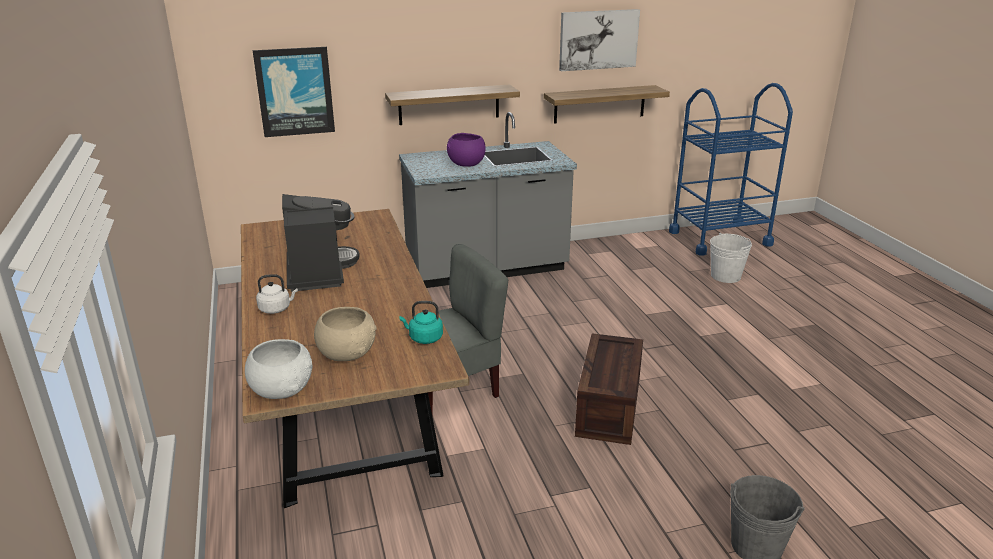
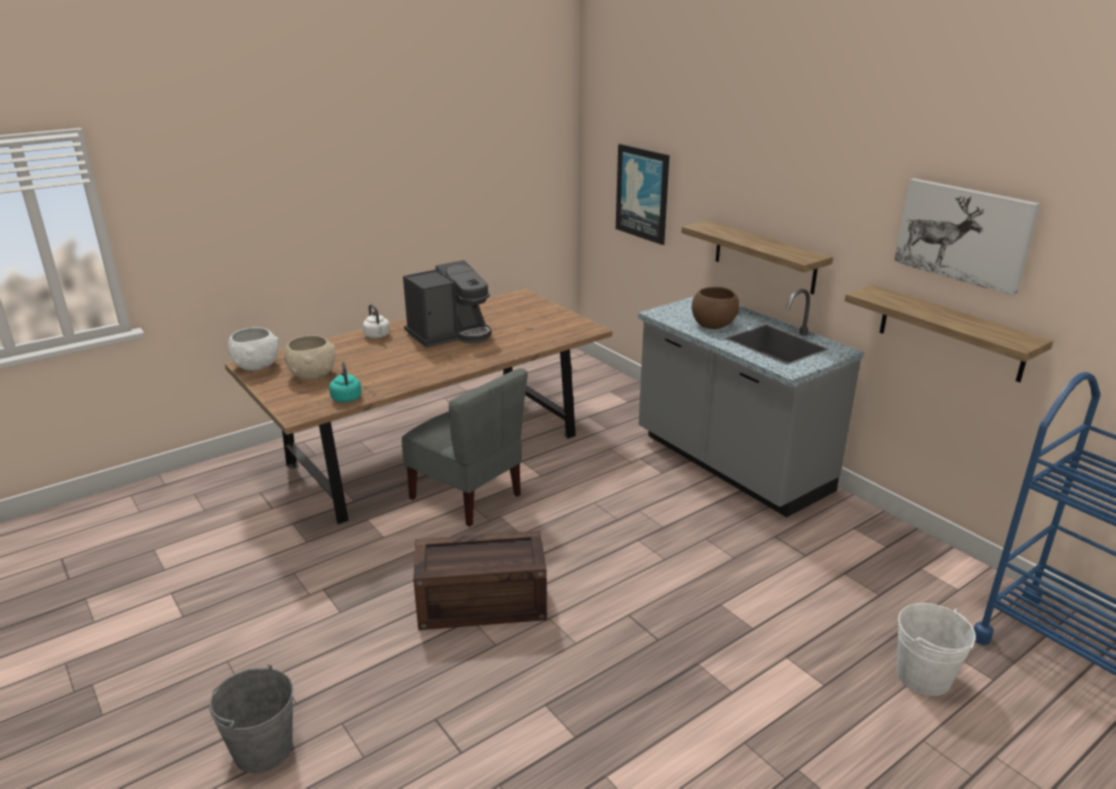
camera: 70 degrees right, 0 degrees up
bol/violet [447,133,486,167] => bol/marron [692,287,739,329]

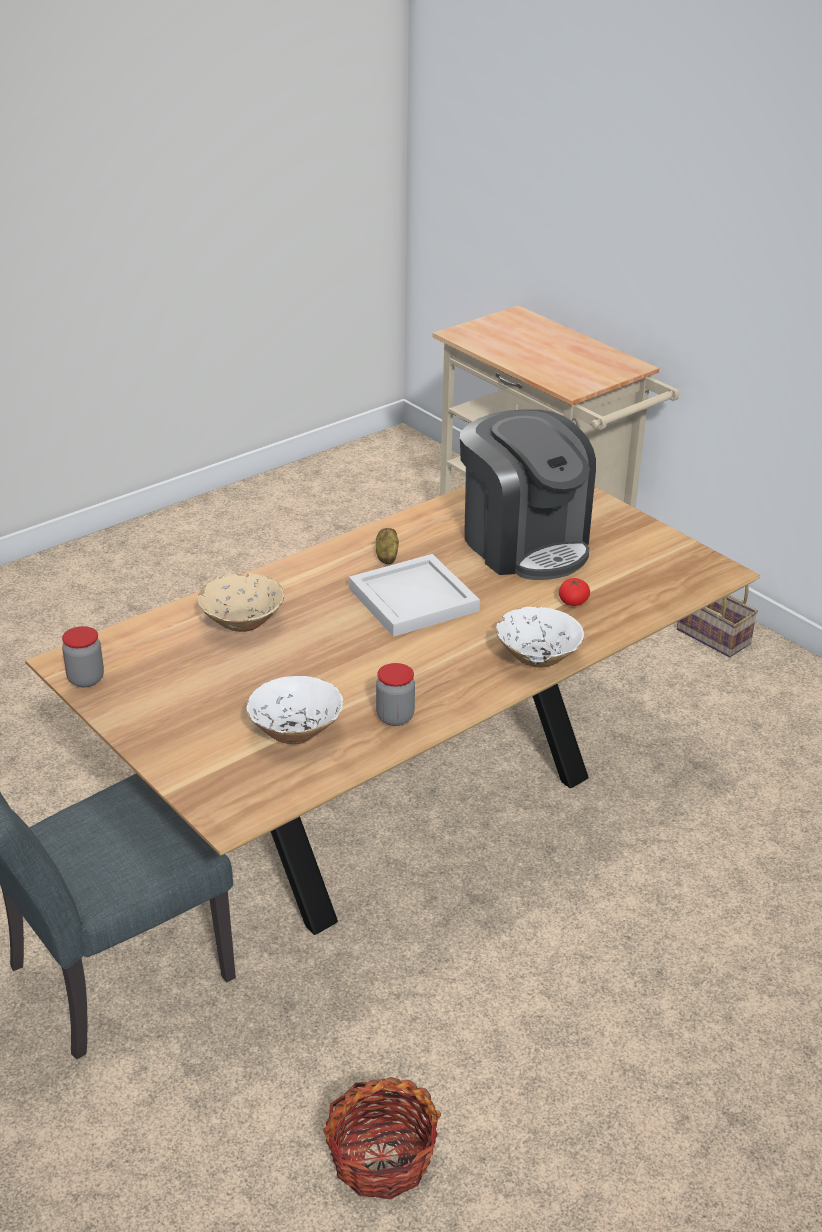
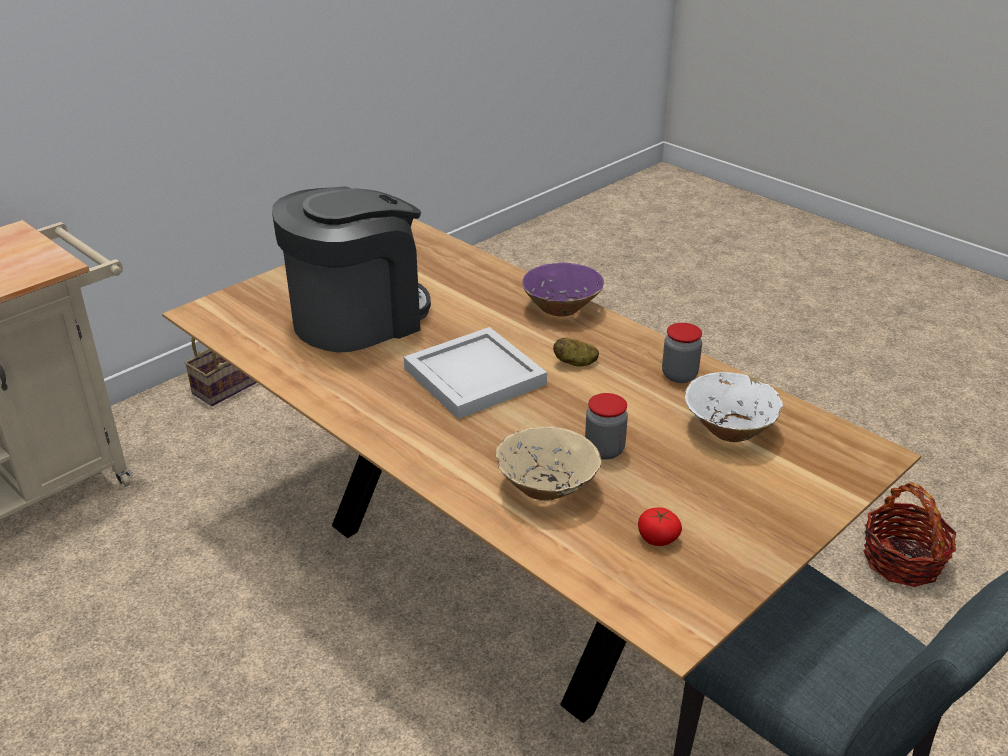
camera: 95 degrees left, 0 degrees up
bocal [62,626,104,687] => bocal [585,393,628,460], moved
pomme de terre [376,528,399,564] => pomme de terre [553,338,599,367], moved
tomate [559,578,590,606] => tomate [638,508,682,546], moved
bol/blanc [496,607,584,668] => bol/violet [522,263,604,317]

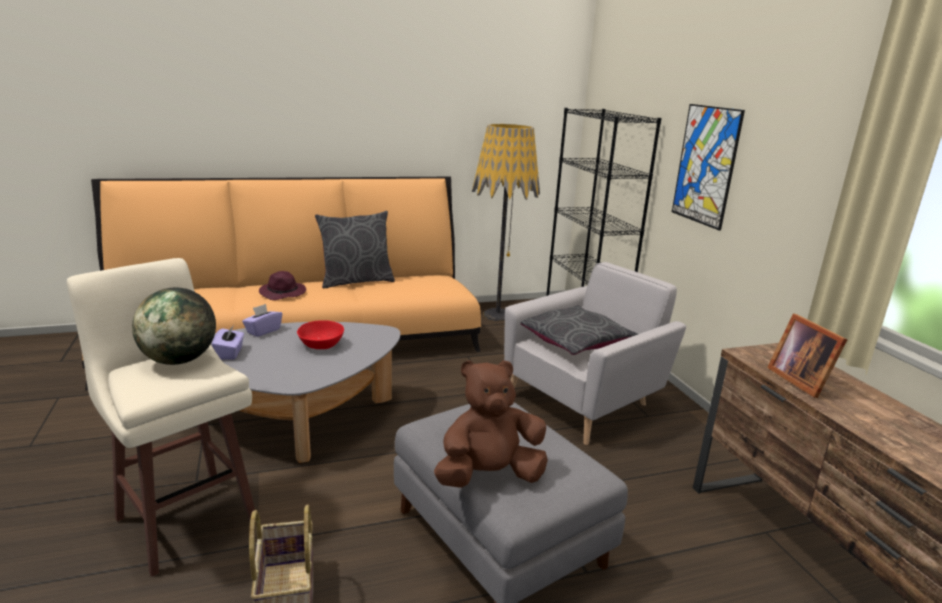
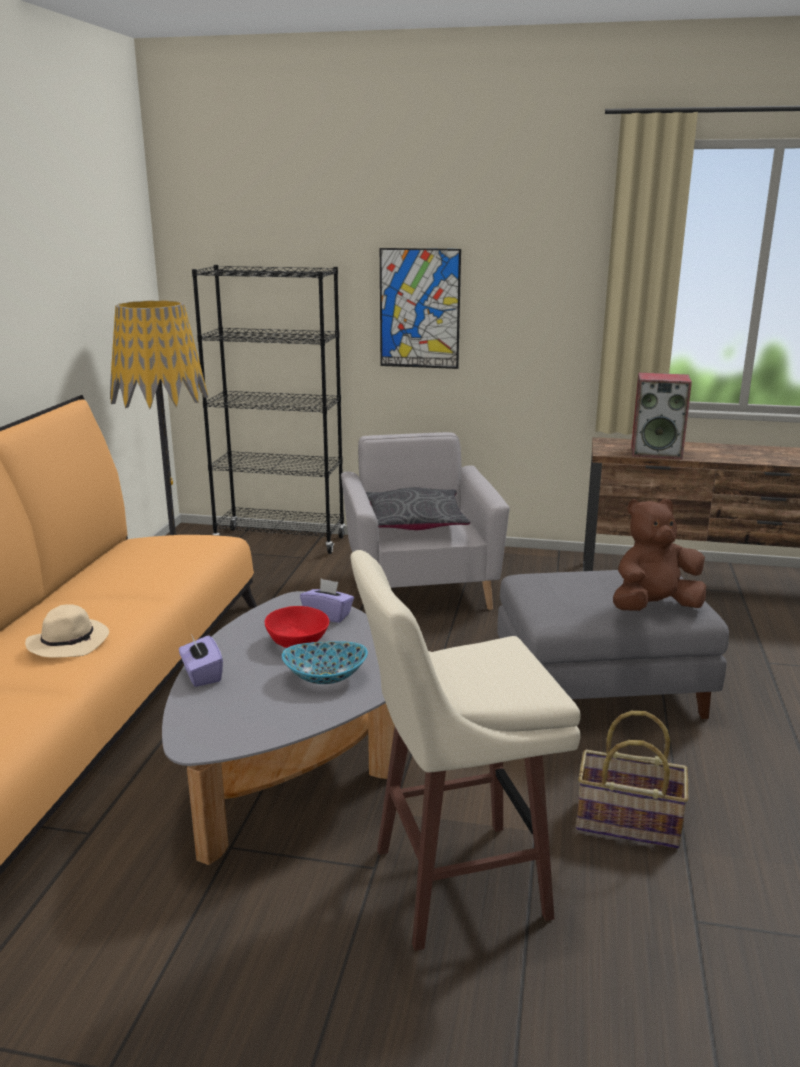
camera: 60 degrees left, 0 degrees up
globe [132,288,216,365] => nothing
coussin/gris [315,211,395,288] => nothing
nothing => bol [282,641,368,684]
boîte à mouchoirs/violet [212,325,244,360] => boîte à mouchoirs/violet [300,579,354,623], moved
cadre photo [767,313,848,398] => enceinte [631,373,692,459]
chapeau/violet [259,271,306,300] => chapeau/beige [25,604,109,657]
peluche/marron [434,360,548,488] => peluche/marron [613,499,706,611], 60 degrees clockwise

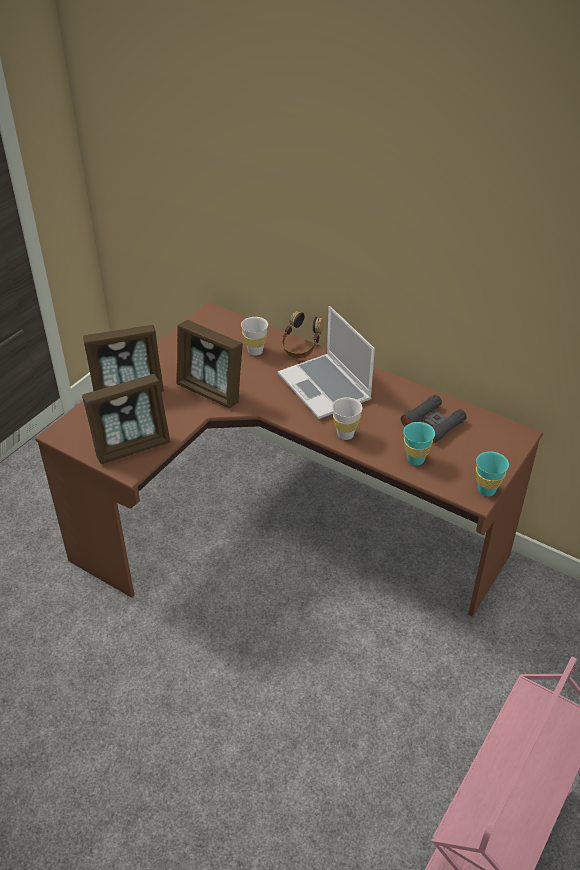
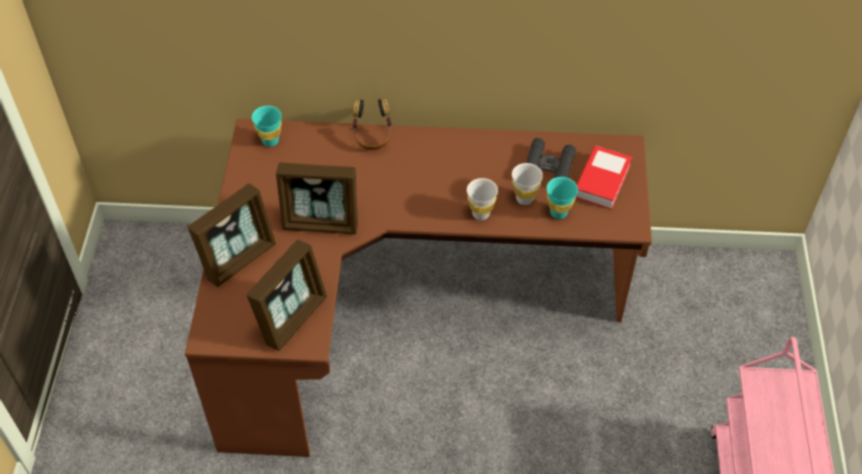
camera: 30 degrees left, 10 degrees up
ordinateur portable [278,306,375,419] => nothing
nothing => livre [576,146,632,209]
tasse/blanc [241,317,268,356] => tasse/blanc [512,163,543,205], moved
tasse/turquoise [476,451,509,496] => tasse/turquoise [252,106,282,147], moved

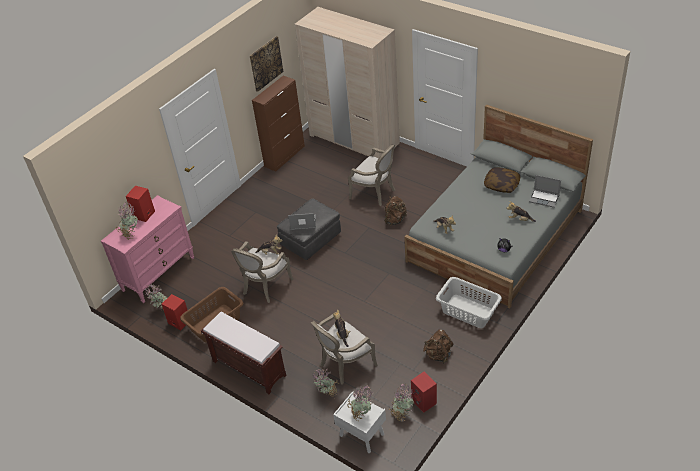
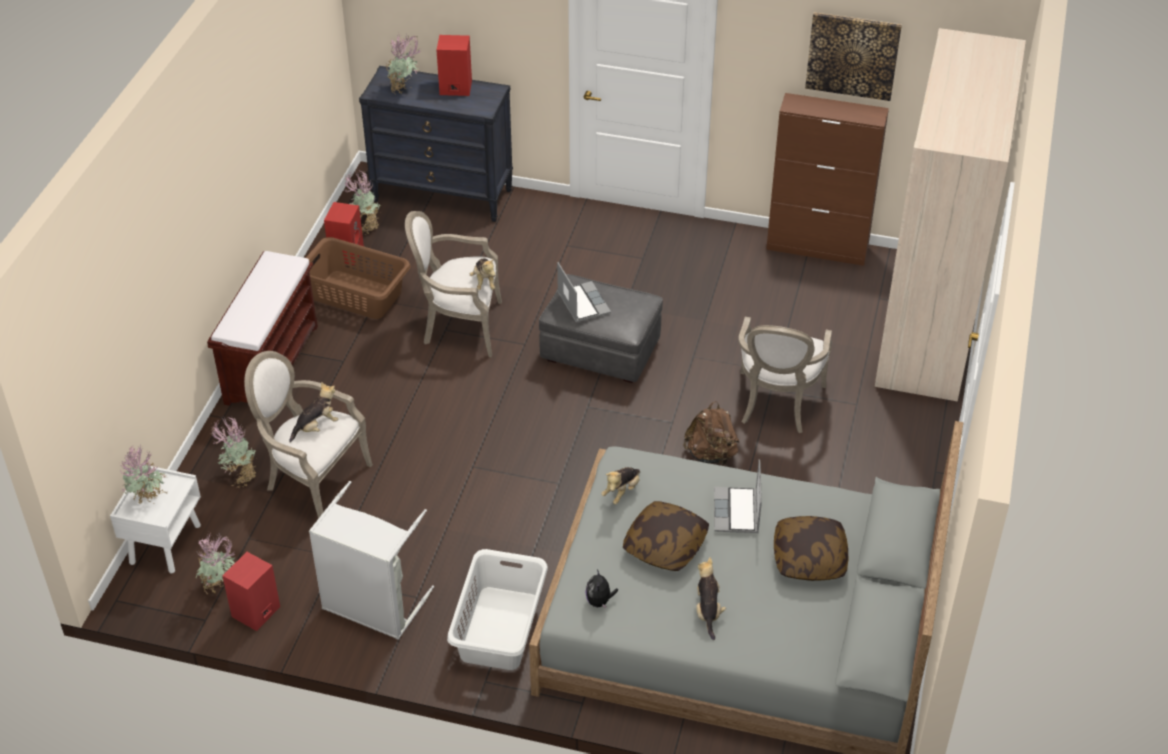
camera: 65 degrees right, 0 degrees up
nothing => coussin [623,501,709,571]
ordinateur portable [529,175,561,208] => ordinateur portable [714,459,762,533], moved
sac à dos/marron [423,329,454,363] => panier à linge/gris [309,481,434,640]
commode/rose [101,195,194,303] => commode/noir [359,66,513,222]

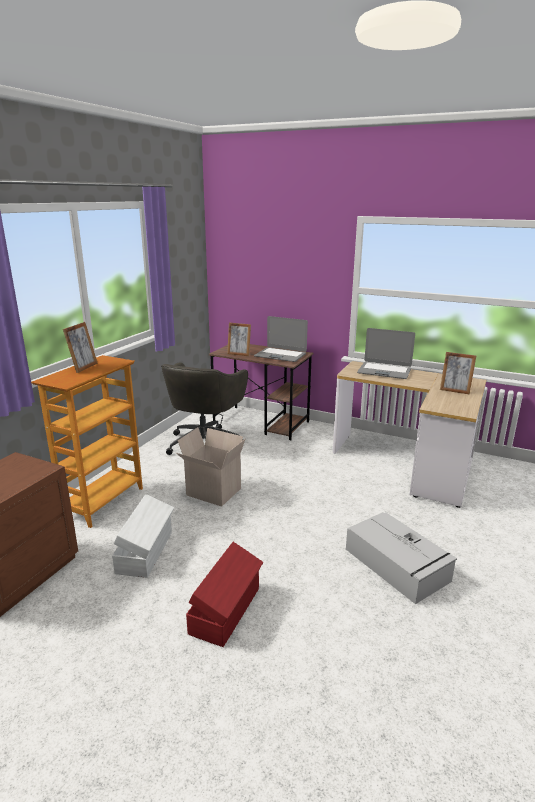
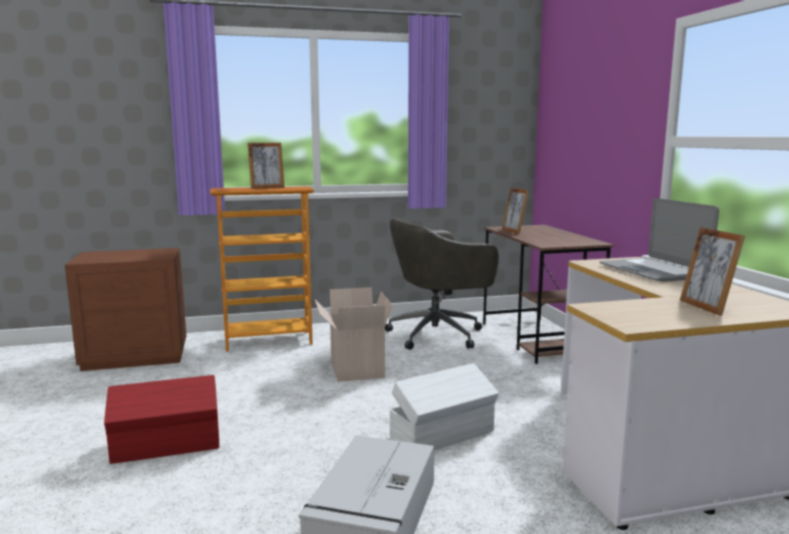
camera: 50 degrees right, 10 degrees down
ordinateur portable [254,316,308,362] => nothing
boîte de rangement/blanc [112,494,174,578] => boîte de rangement/blanc [389,363,499,450], moved

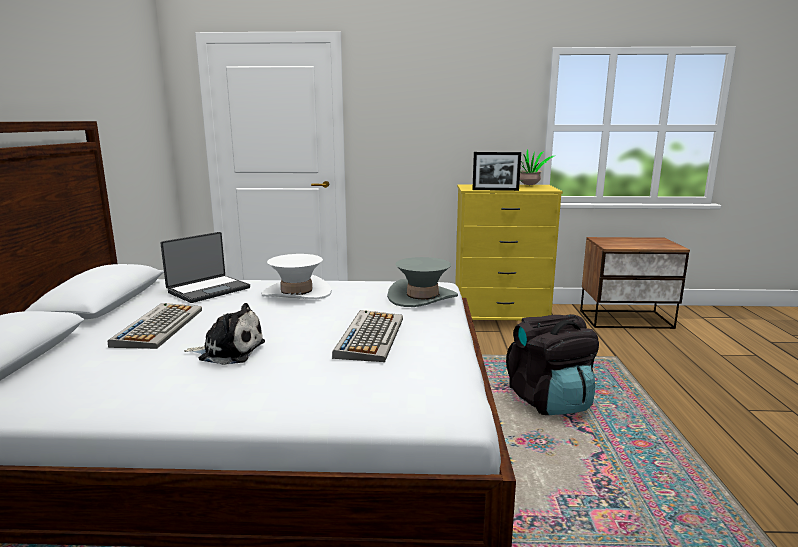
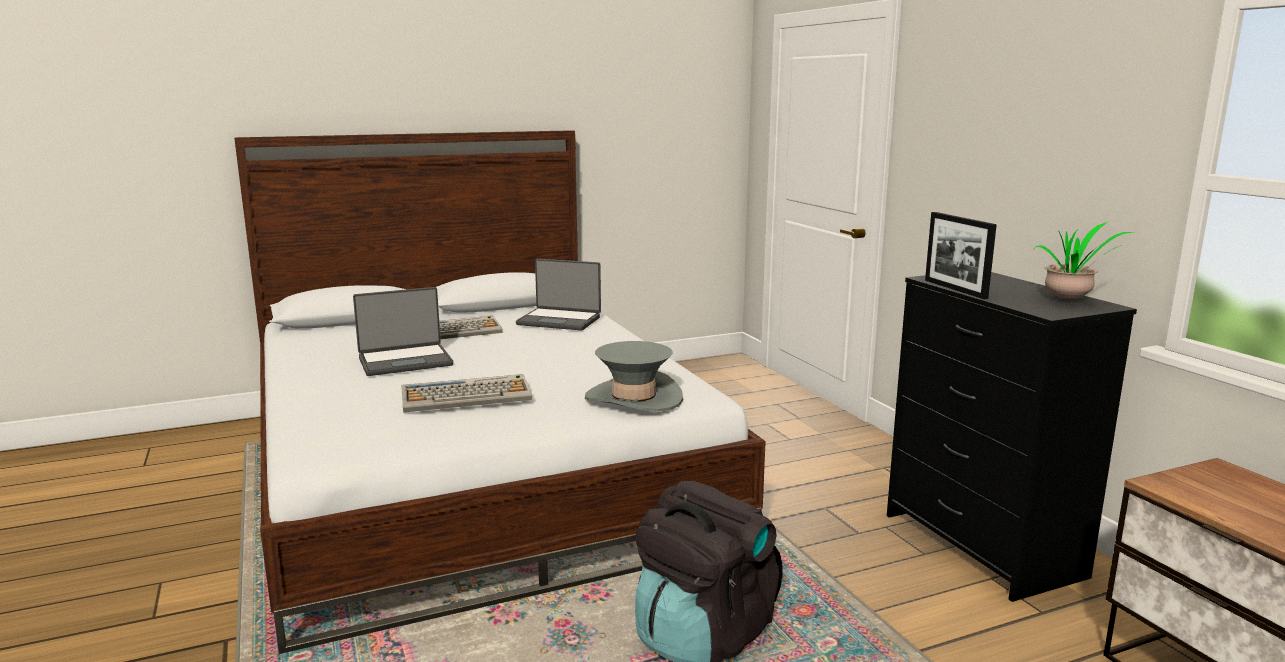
camera: 65 degrees right, 0 degrees up
chapeau/blanc [262,254,332,299] => nothing
peluche [184,303,265,365] => ordinateur portable [353,287,453,376]
commode/jaune [455,184,563,320] => commode/noir [887,272,1137,602]

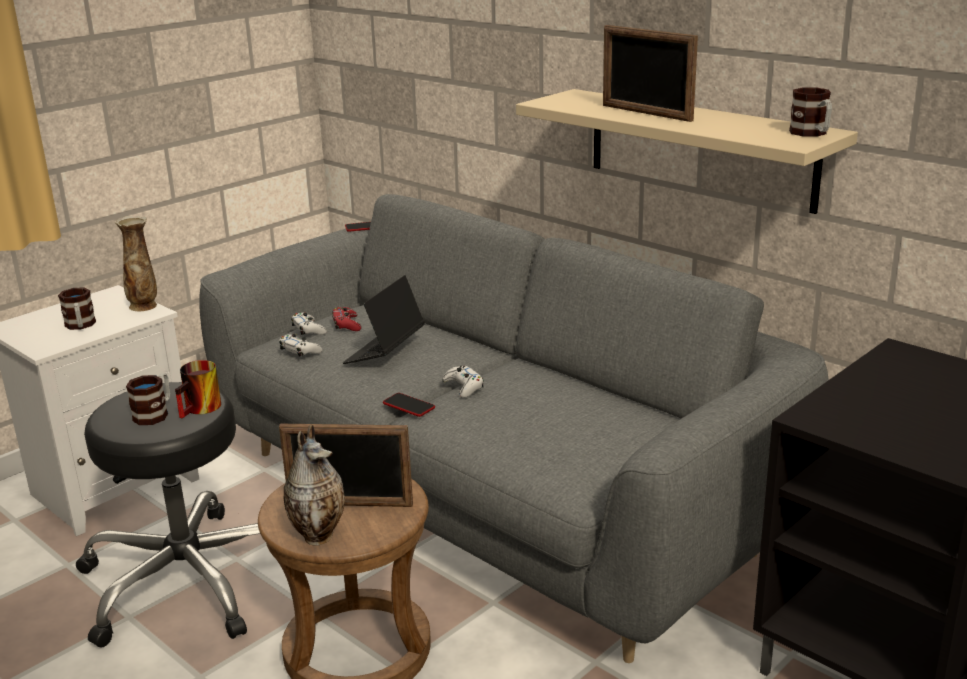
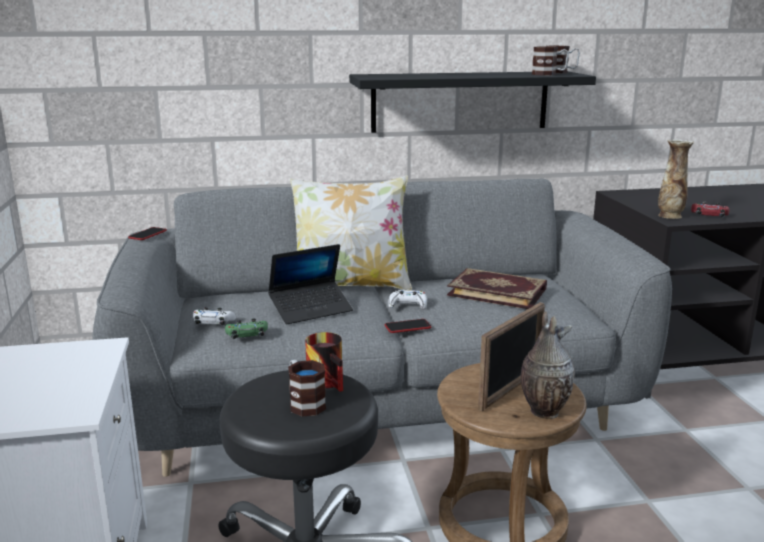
camera: 55 degrees left, 5 degrees down
cadre photo [603,25,698,122] => nothing
nothing => coussin [290,175,412,291]
nothing => livre [447,268,547,309]
mug [58,288,96,330] => mug [532,47,569,76], moved
vase [115,216,157,311] => vase [658,139,694,219], moved
manette/rouge [332,307,361,331] => manette/rouge [691,202,729,217], moved
manette/blanc [279,334,323,357] => manette/vert [225,319,268,339]
étagère/beige [516,89,858,214] => étagère/noir [349,71,596,133]
ordinateur portable [343,275,425,364] => ordinateur portable [268,244,353,324], 90 degrees counterclockwise

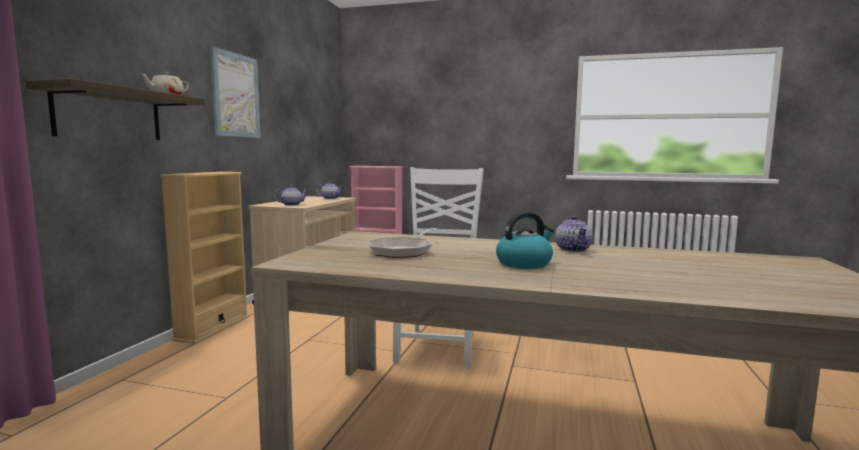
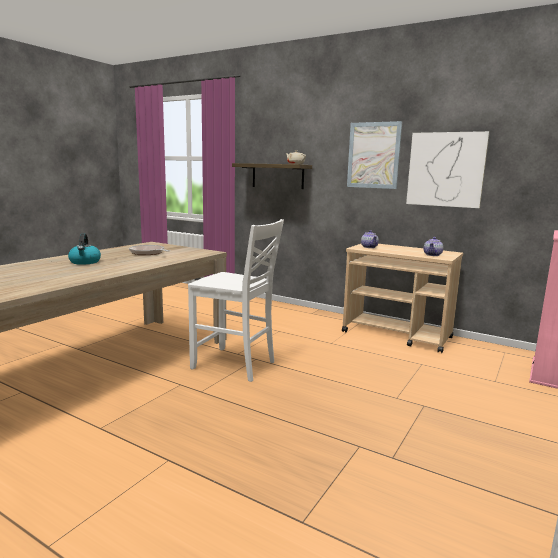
camera: 105 degrees right, 5 degrees up
bibliothèque/beige [160,172,249,344] => nothing
théière [555,216,593,252] => nothing
nothing => tableau [406,131,490,208]

